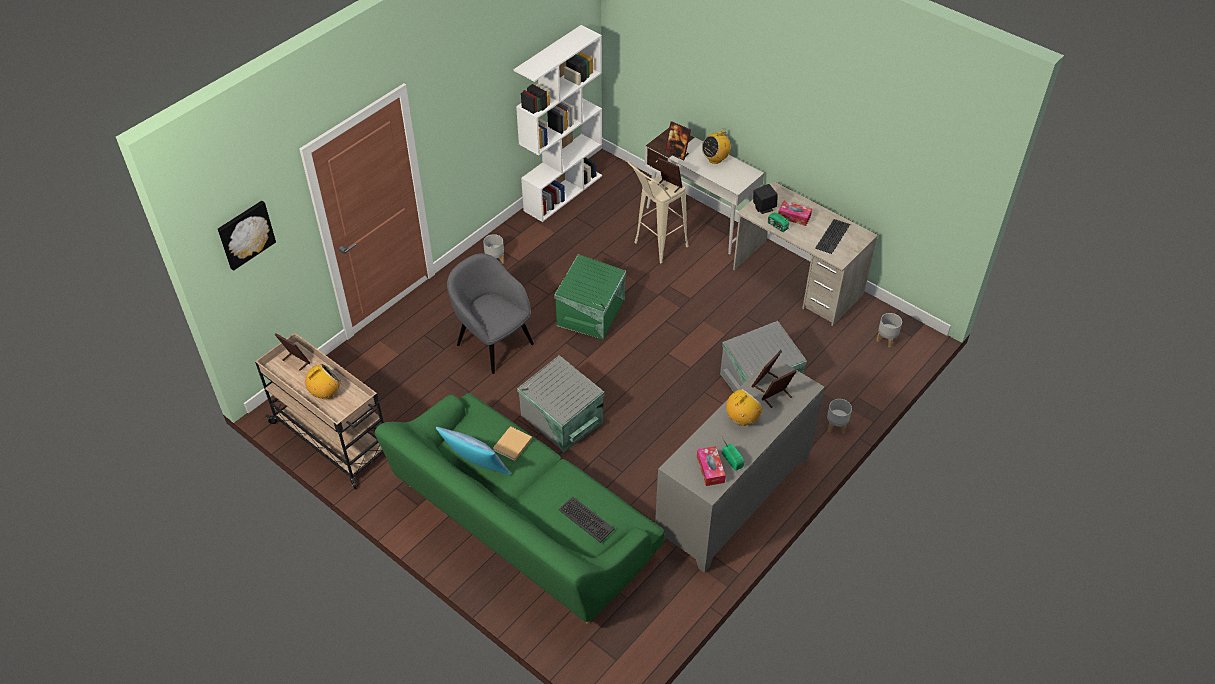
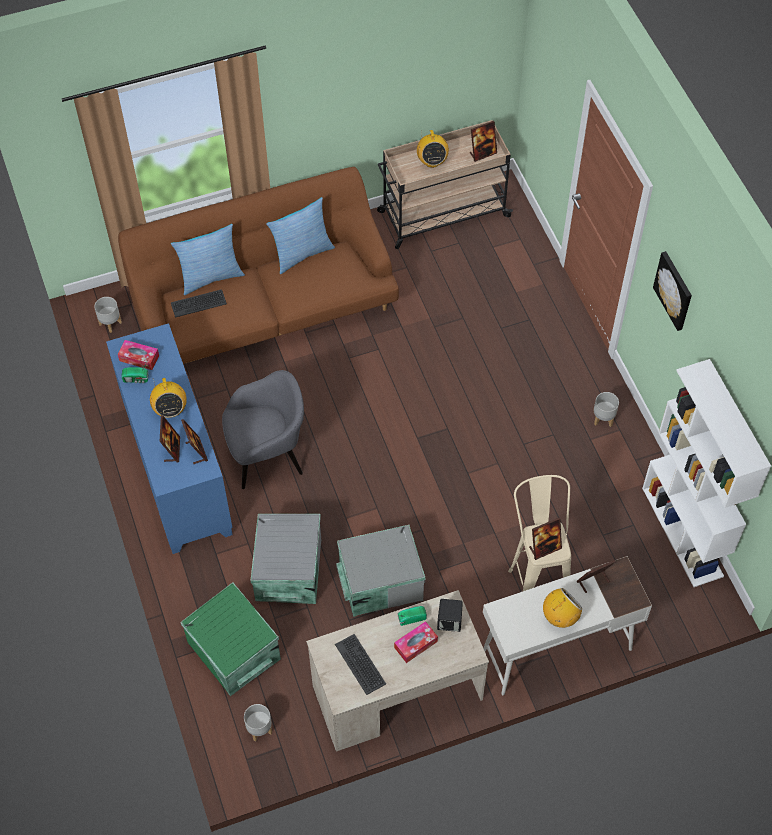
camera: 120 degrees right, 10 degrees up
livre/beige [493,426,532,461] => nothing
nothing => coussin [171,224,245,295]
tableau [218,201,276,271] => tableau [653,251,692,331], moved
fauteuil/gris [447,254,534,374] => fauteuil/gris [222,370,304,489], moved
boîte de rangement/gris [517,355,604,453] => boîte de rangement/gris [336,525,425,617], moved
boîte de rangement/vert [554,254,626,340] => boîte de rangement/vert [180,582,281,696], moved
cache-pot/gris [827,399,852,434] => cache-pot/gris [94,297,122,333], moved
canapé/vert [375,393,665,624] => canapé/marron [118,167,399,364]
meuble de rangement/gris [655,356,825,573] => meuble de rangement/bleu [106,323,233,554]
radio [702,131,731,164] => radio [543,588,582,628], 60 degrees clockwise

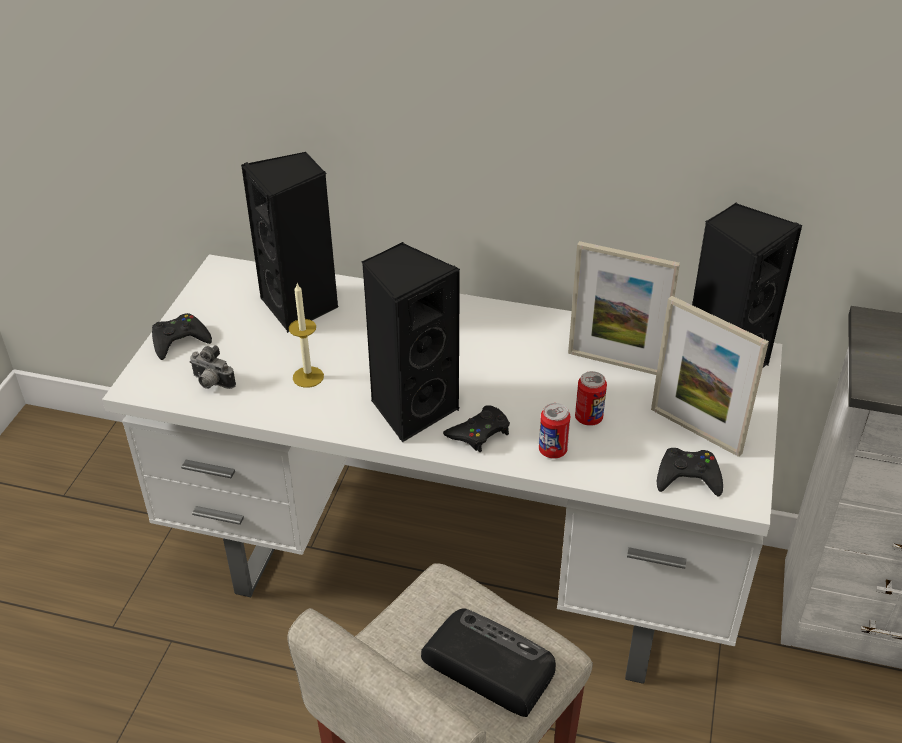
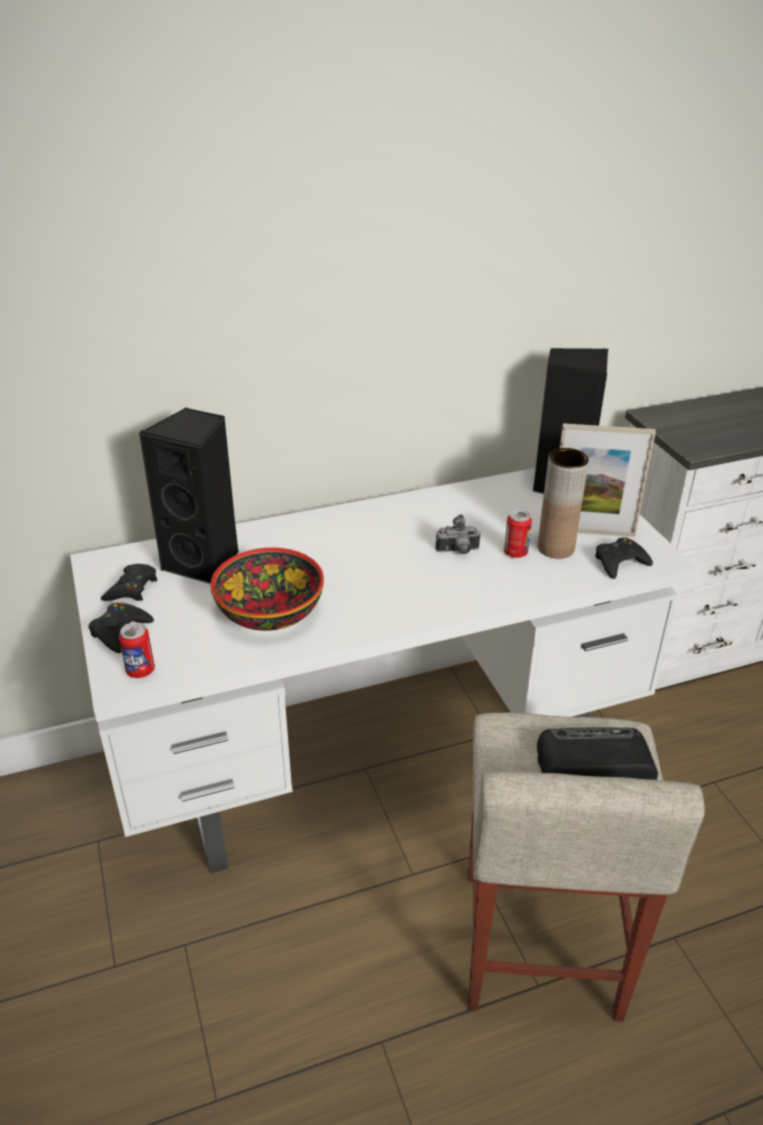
camera: 35 degrees left, 5 degrees down
enceinte/noir [361,242,460,443] => nothing
cadre photo [568,241,680,375] => nothing
nothing => vase/marron [538,448,589,559]
appareil photo [190,345,236,389] => appareil photo [436,514,480,554], moved
manette/noir [443,405,510,452] => manette/noir [101,564,157,601], moved
boîte métallique [539,403,570,458] => boîte métallique [119,622,155,678], moved
bougie [289,284,324,388] => bol [210,548,324,631]

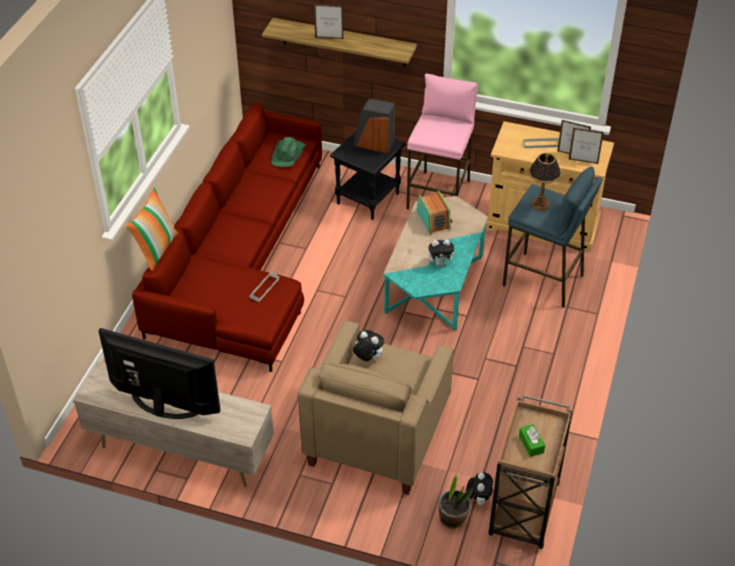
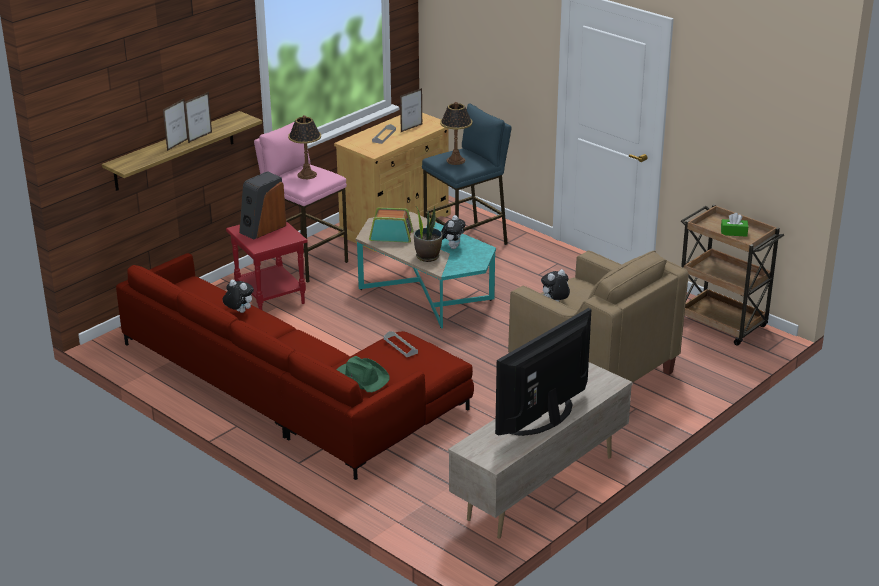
camera: 65 degrees left, 15 degrees down
coussin [126,188,178,271] => nothing
nothing => lampe de table [288,115,321,179]
chapeau/vert [271,137,306,167] => chapeau/vert [337,356,390,392], moved
plante en pot [439,474,473,529] => plante en pot [414,206,442,262], moved
peluche [466,472,493,506] => peluche [223,280,254,313], moved
cadre photo [569,128,604,164] => cadre photo [184,92,212,143], moved
table d'appoint/noir [330,131,406,220] => table d'appoint/rouge [226,221,307,310]

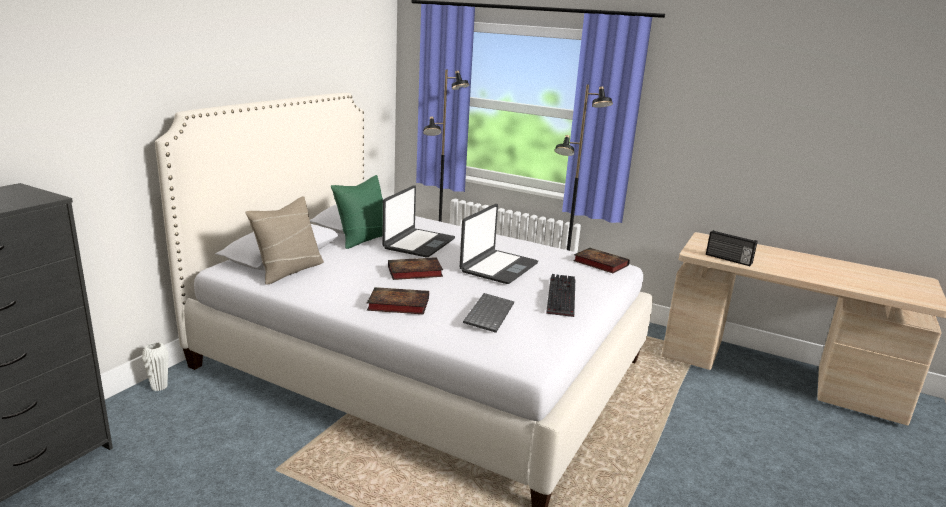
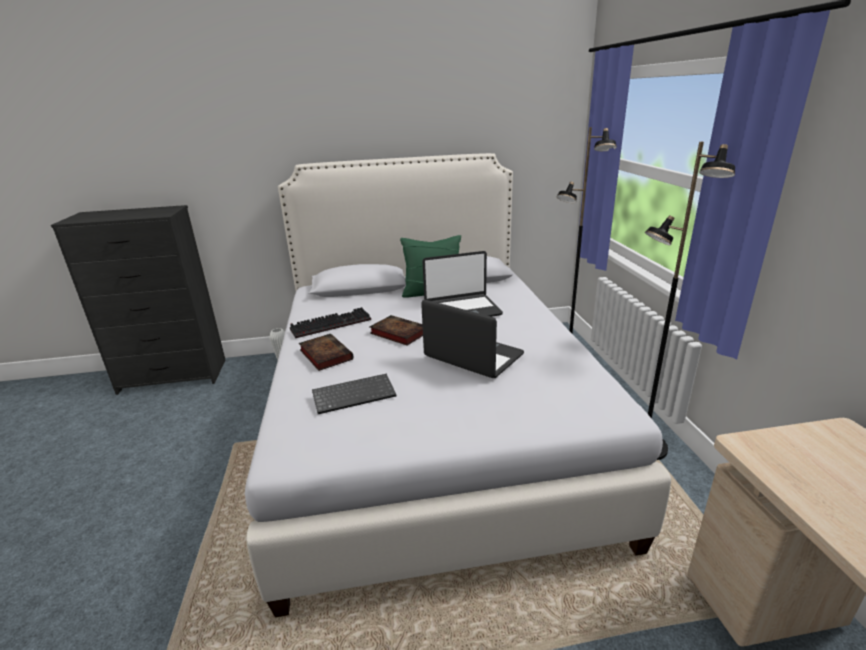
camera: 55 degrees right, 5 degrees up
coussin/beige [245,196,324,285] => nothing
livre [573,248,630,273] => nothing
radio [706,230,758,266] => nothing
clavier [546,274,575,317] => clavier [290,307,371,338], moved
ordinateur portable [459,204,538,284] => ordinateur portable [421,300,524,378], 135 degrees counterclockwise

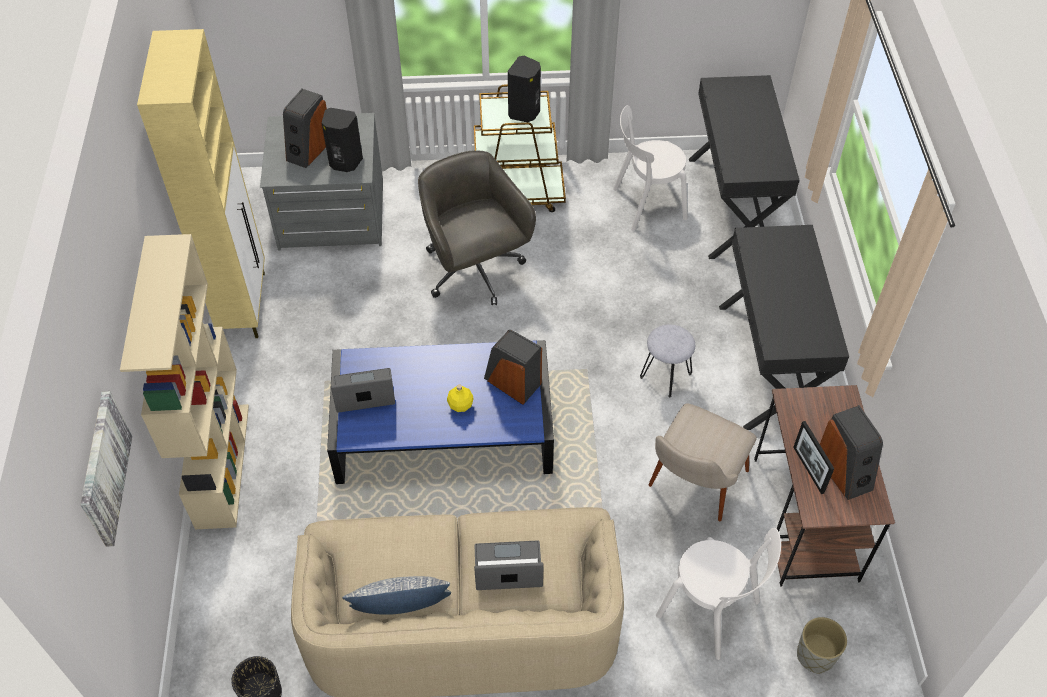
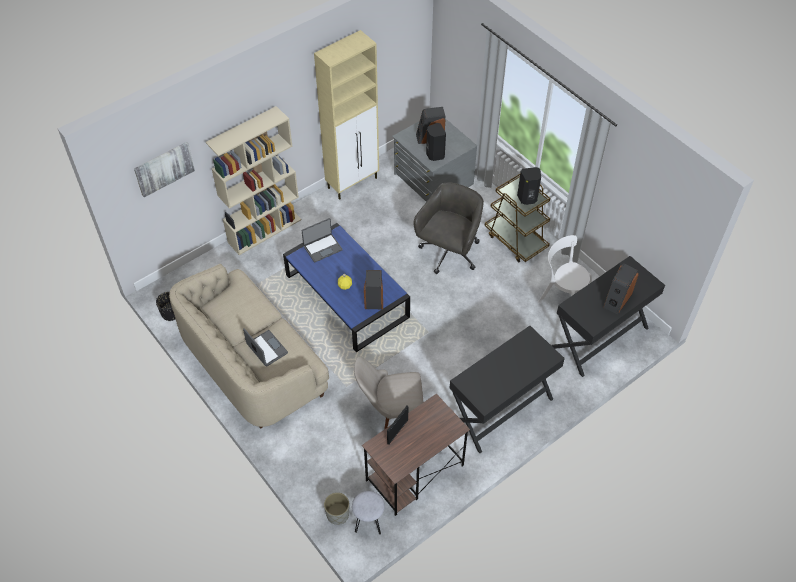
camera: 55 degrees right, 0 degrees up
coussin [342,576,451,615] => nothing
chaise/blanc [656,528,781,660] => nothing
tabouret/gris [640,324,695,397] => tabouret/gris [352,491,385,535], moved
enceinte [820,405,883,500] => enceinte [603,263,639,315], moved
ordinateur portable [331,368,395,413] => ordinateur portable [302,218,343,262], 105 degrees clockwise

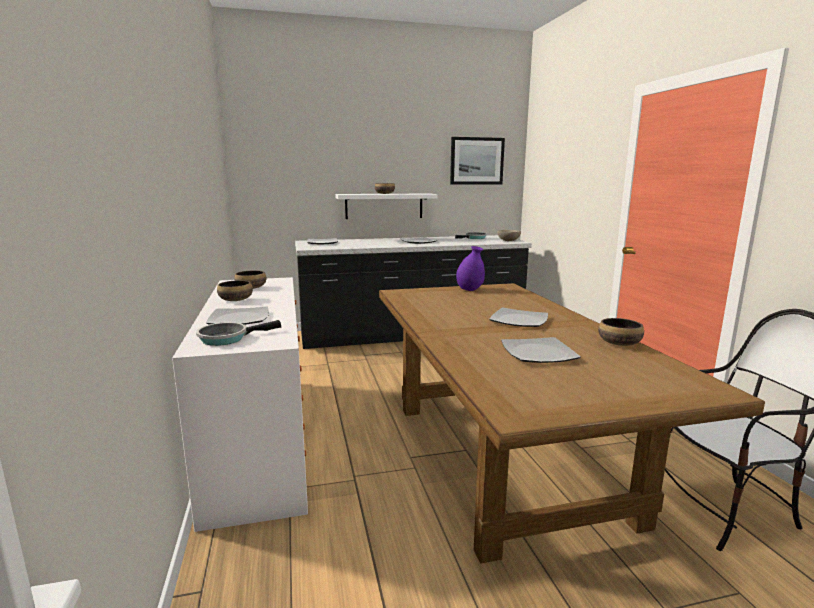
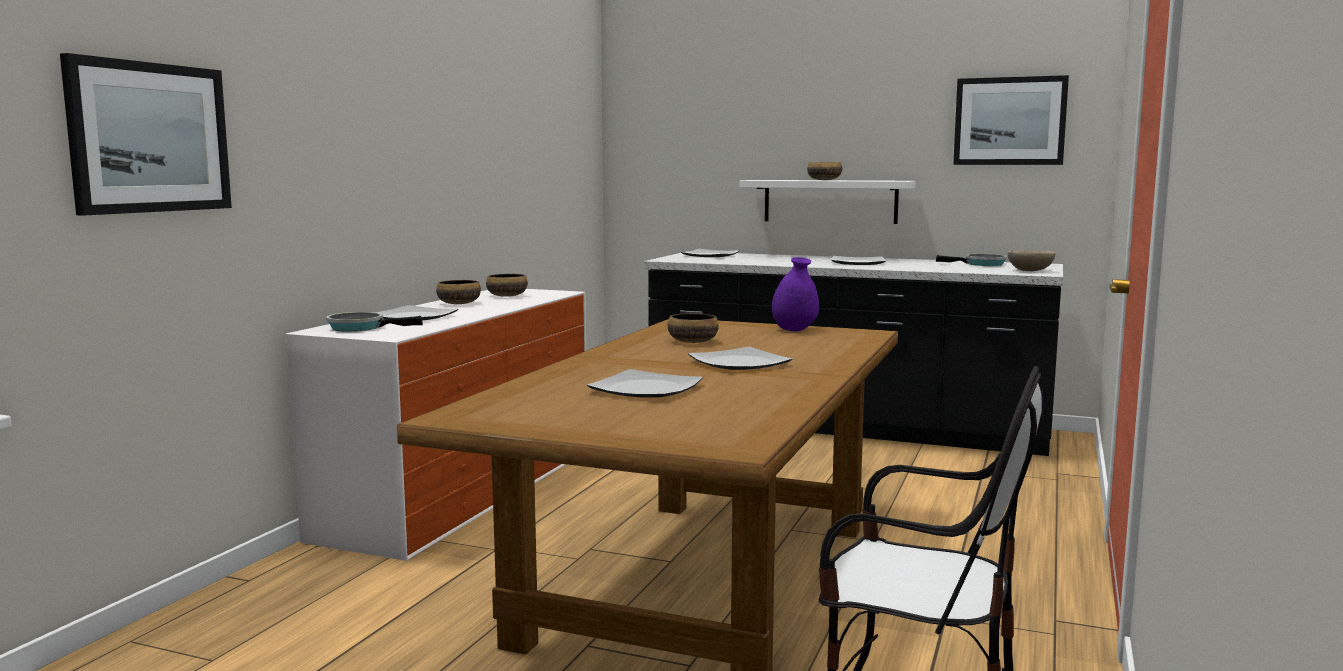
camera: 35 degrees right, 5 degrees down
nothing => tableau [60,53,232,216]
bol [598,318,644,346] => bol [667,313,719,343], moved

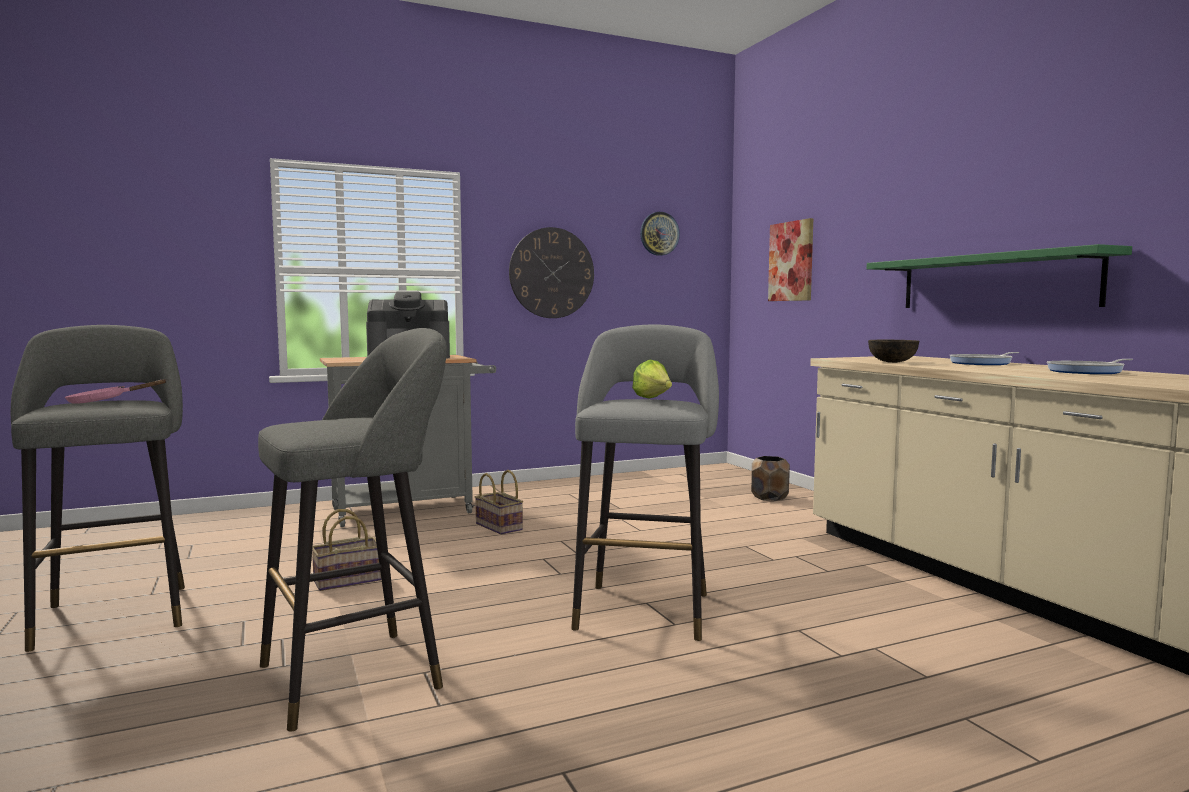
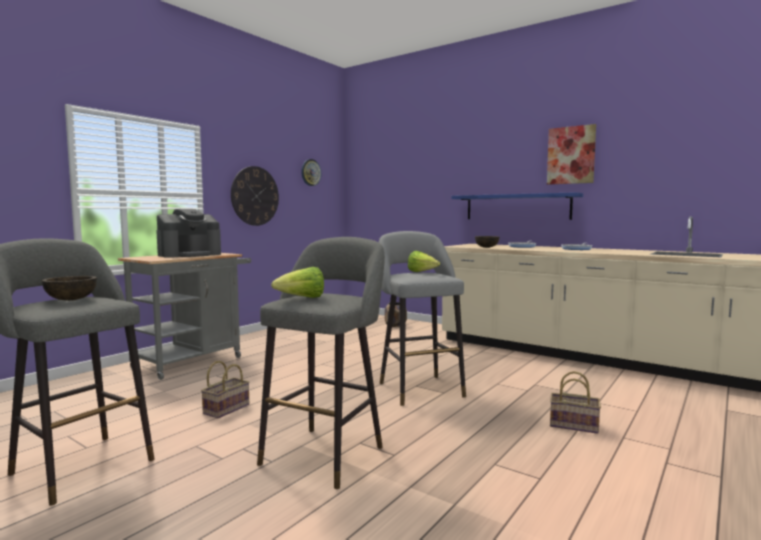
camera: 30 degrees left, 0 degrees up
nothing => laitue [271,267,324,298]
panier [475,470,523,534] => panier [550,371,601,434], moved
tableau [768,218,813,301] => tableau [547,124,596,185], moved
poêle/rose [65,379,166,404] => bol/marron [42,276,97,301]
étagère/vert [866,244,1132,308] => étagère/bleu [452,192,583,220]

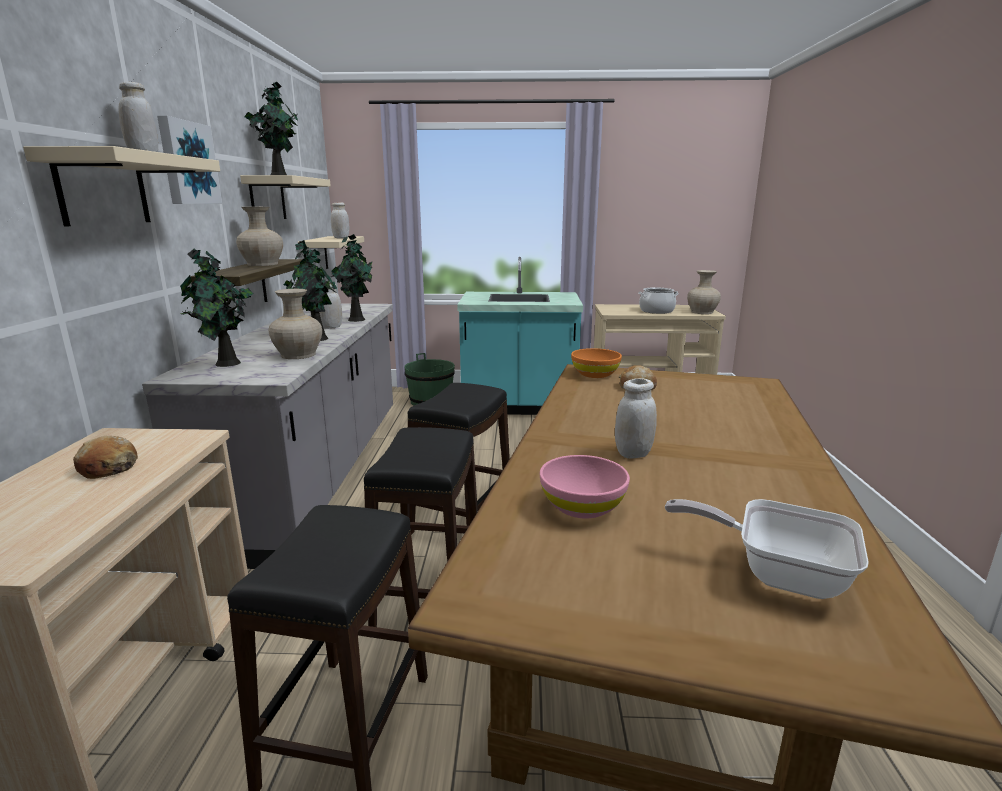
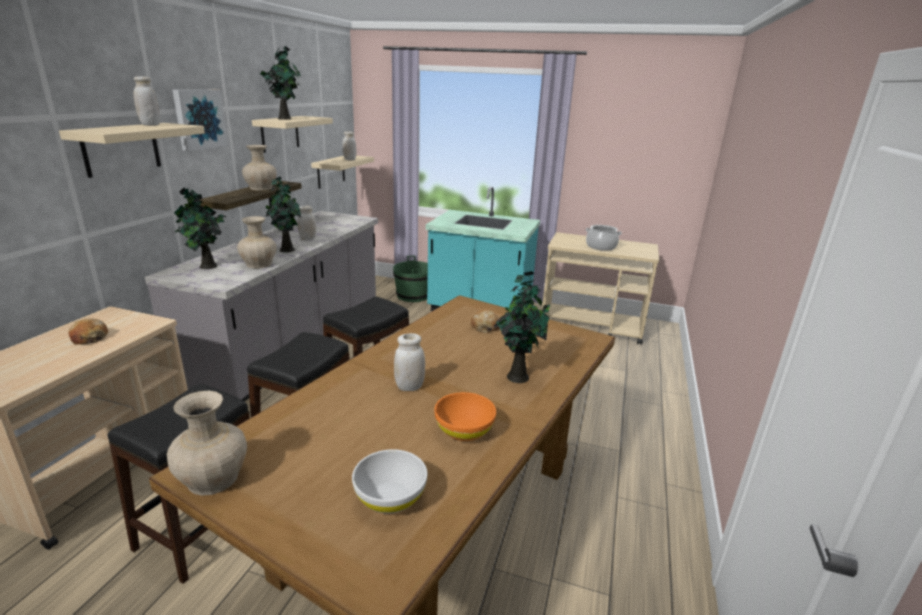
camera: 15 degrees right, 5 degrees up
bol/rose [540,455,630,519] => nothing
plante en pot [331,234,372,322] => plante en pot [494,271,550,383], moved
bol/orange [571,348,622,378] => bol/orange [434,392,496,441], moved
vase/beige [687,270,721,314] => vase/beige [166,391,247,496], moved
poêle [665,499,869,599] => bol/blanc [352,449,427,514]

